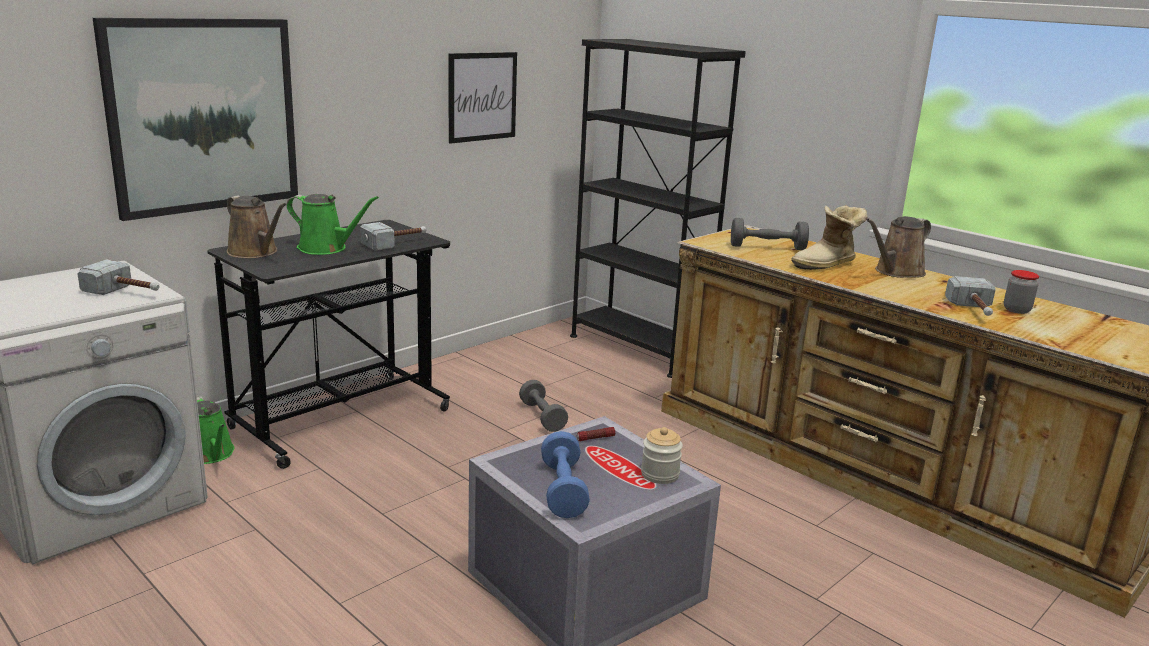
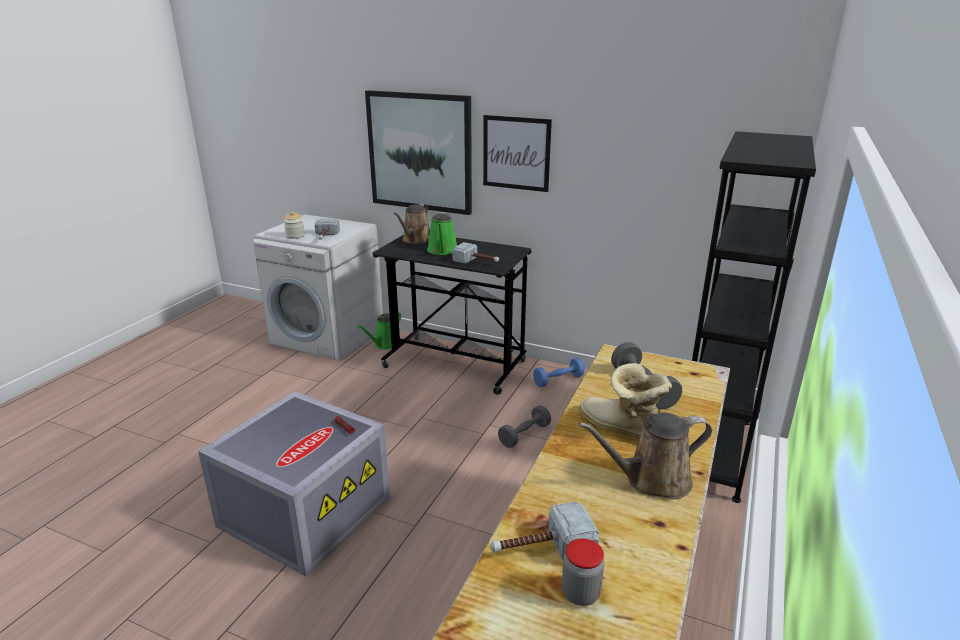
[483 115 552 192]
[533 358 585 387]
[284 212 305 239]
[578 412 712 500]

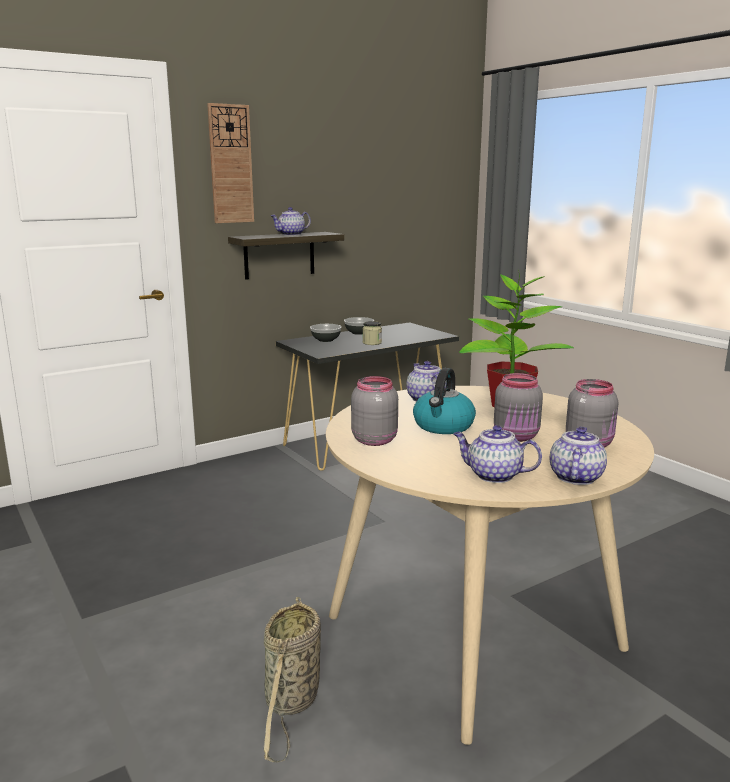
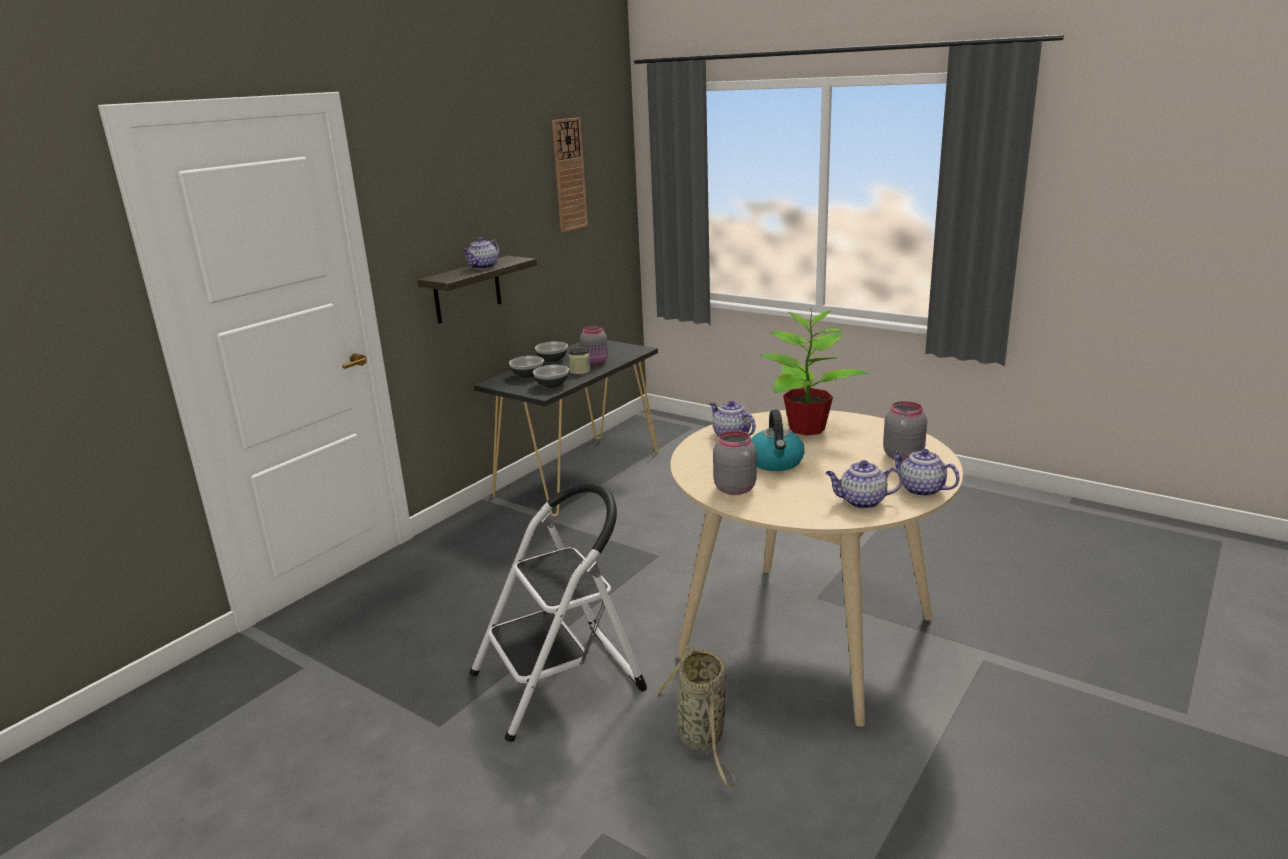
[469 483 647 742]
[533 365 569 388]
[552 117 588 232]
[580 326 608 365]
[891 449 960 497]

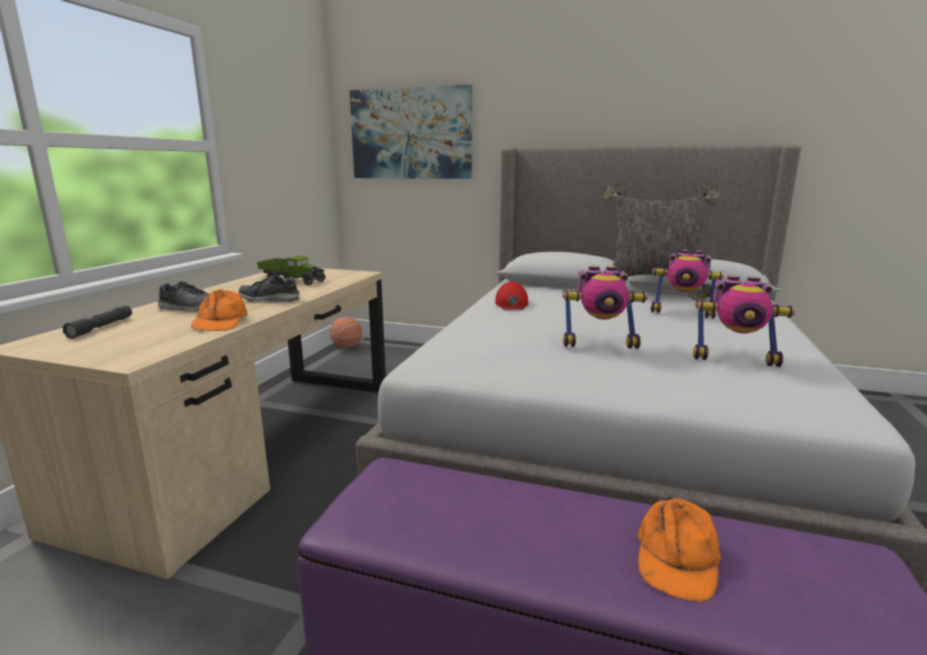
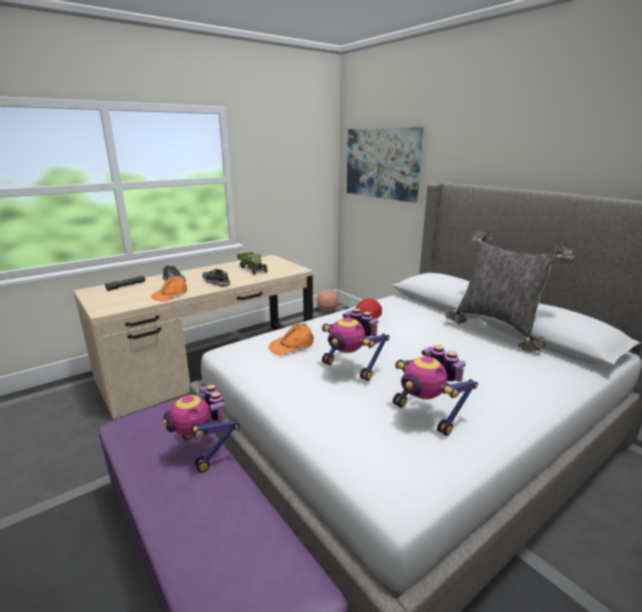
[269 324 314 355]
[163 384 240 472]

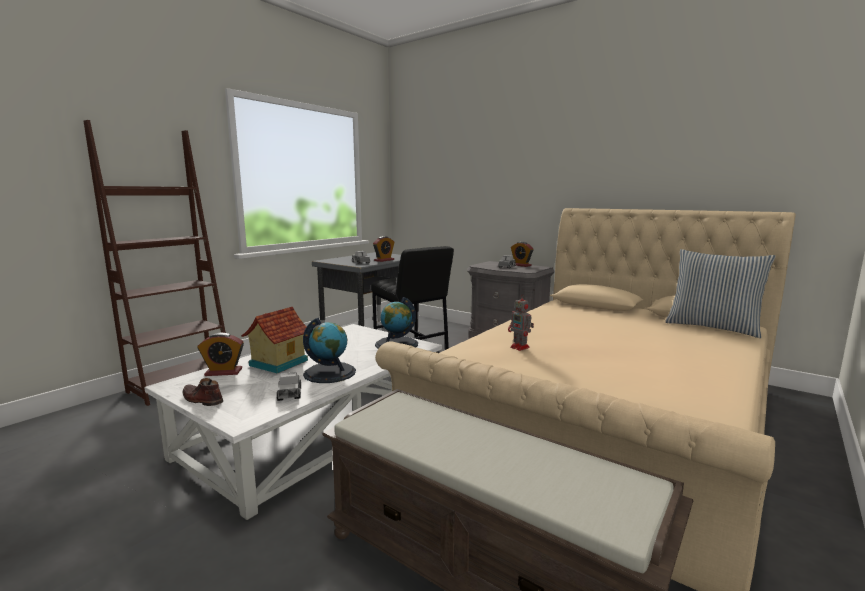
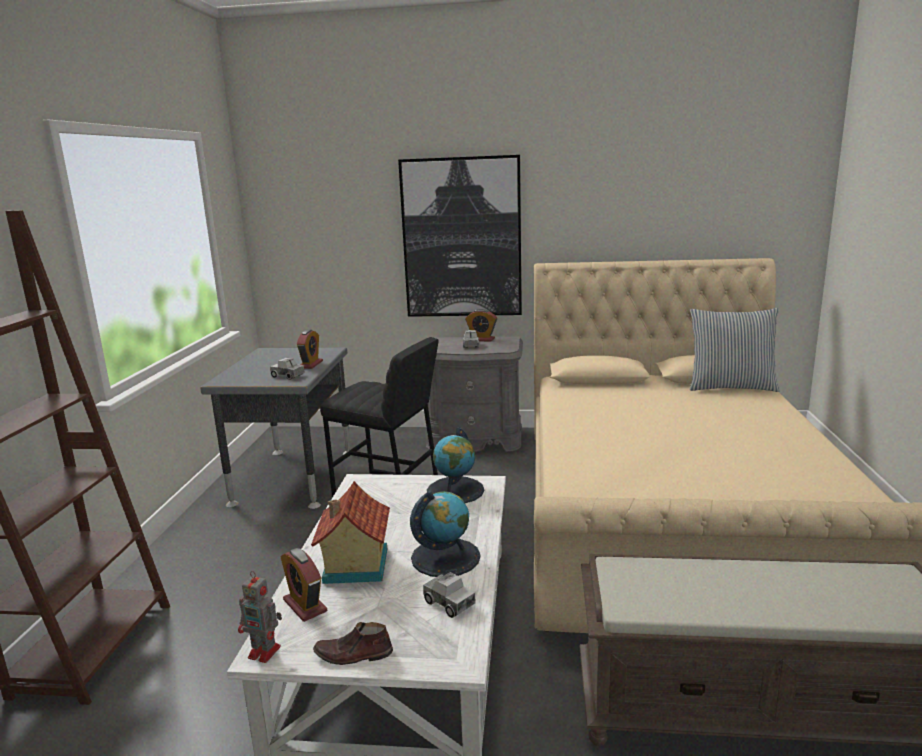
[398 155 522 317]
[238 571 282 663]
[281 548 327 622]

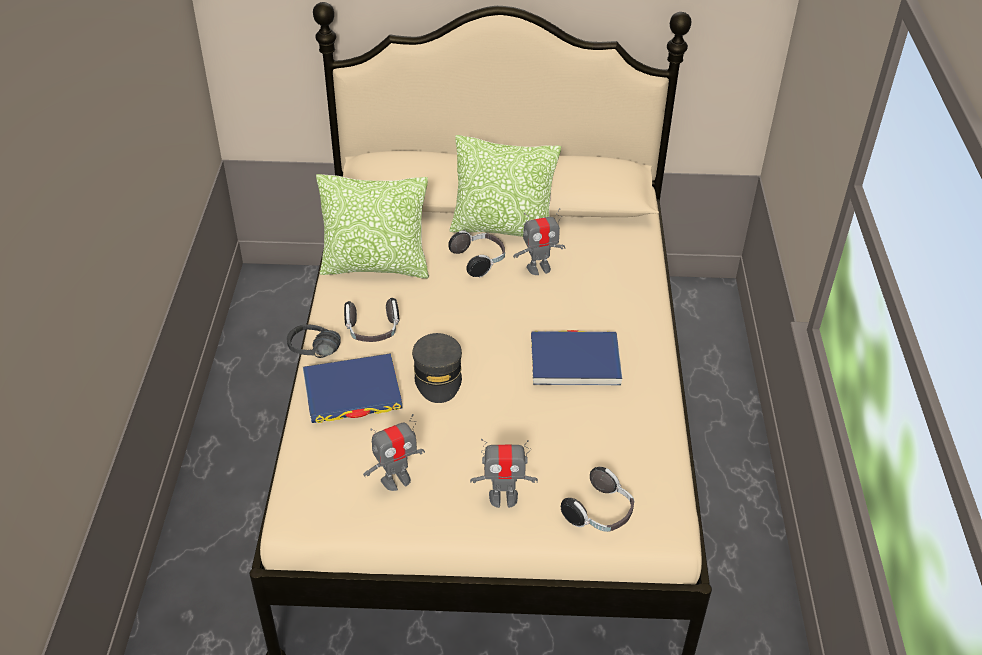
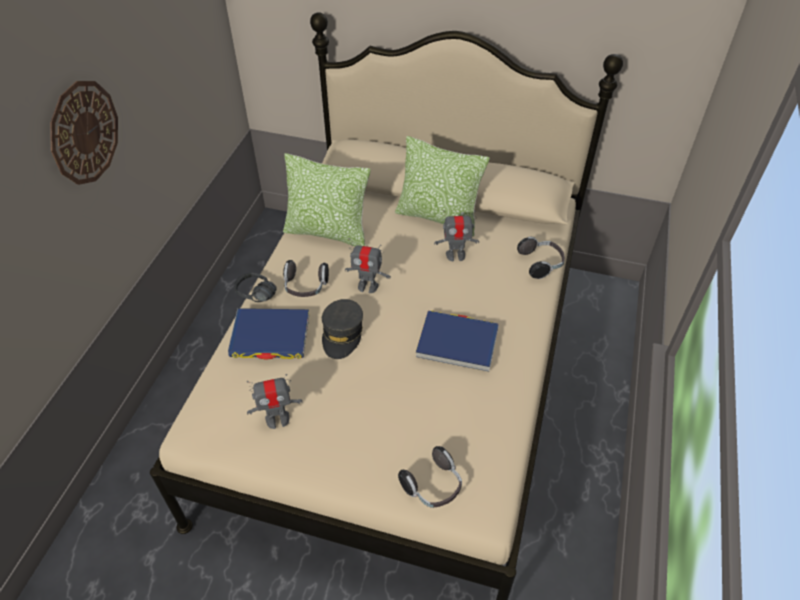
[50 81 118 185]
[517 237 565 279]
[345 238 391 293]

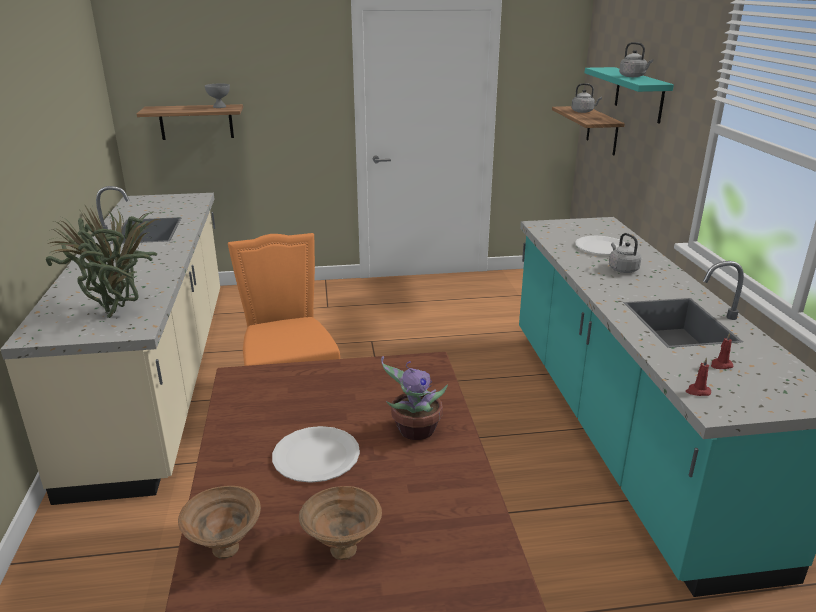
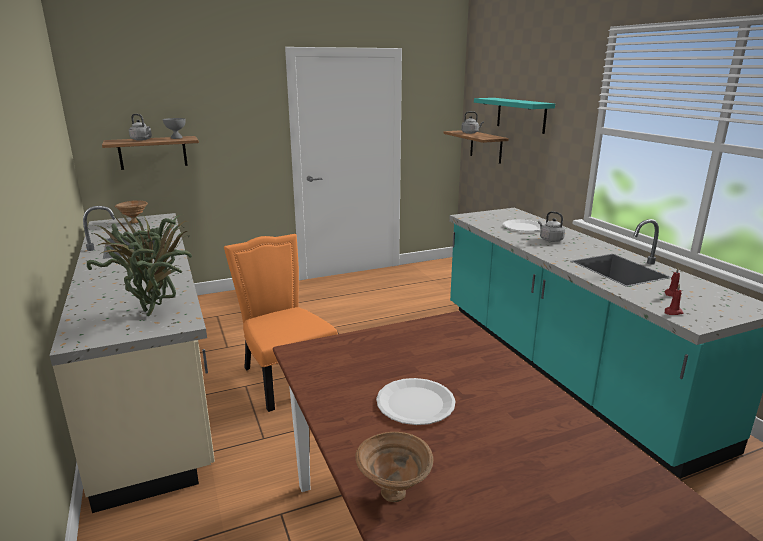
[381 356 448 440] (first image)
[115 200 148 224]
[129 114 152 141]

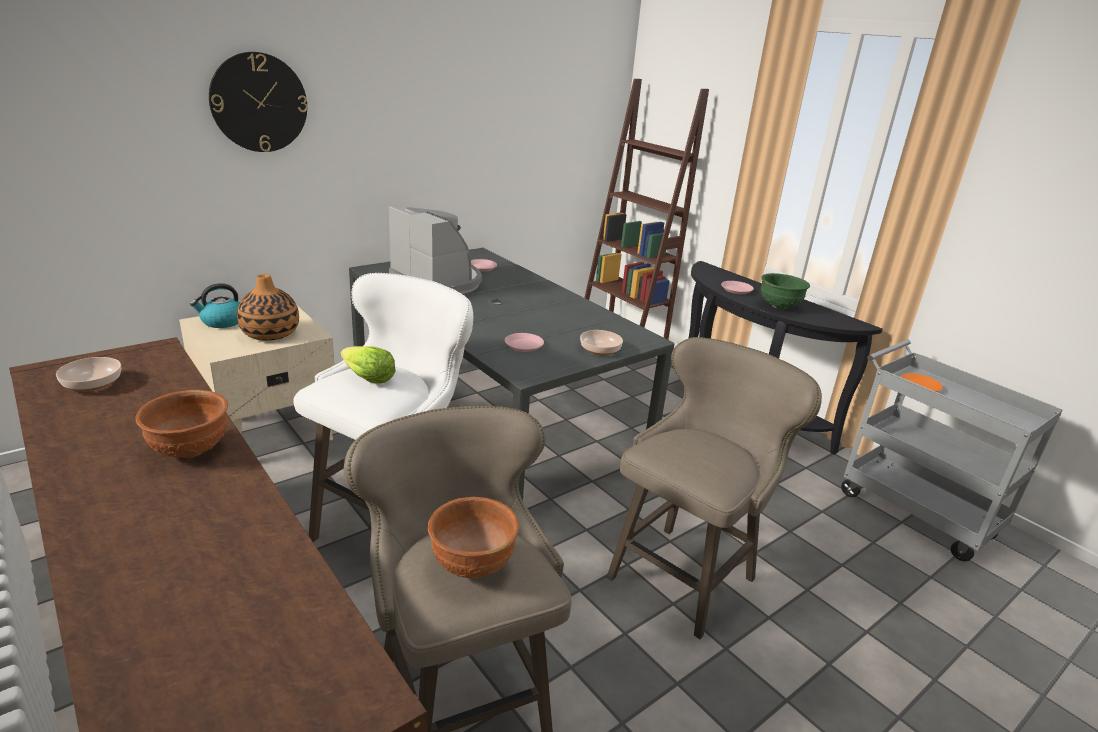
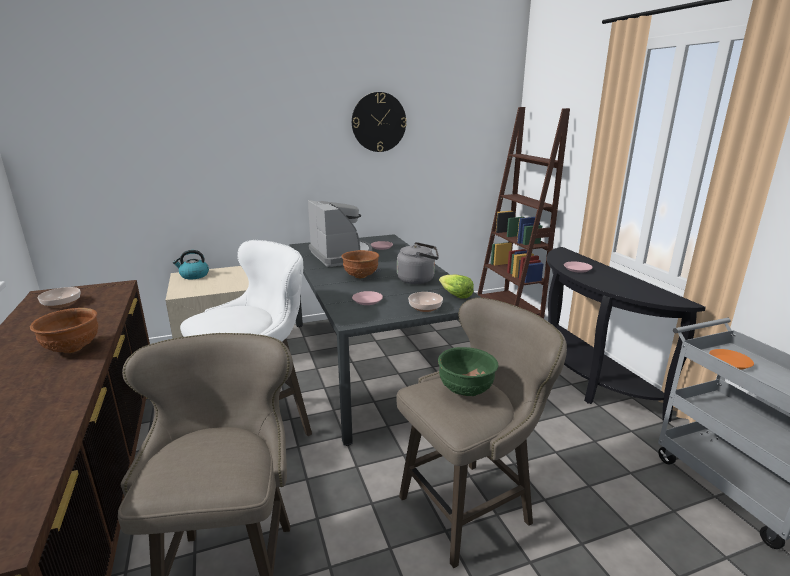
[237 274 299 341] (first image)
[397 242 439 284]
[352 92 407 152]
[439 275 474 298]
[341 250 379 278]
[438 347 498 396]

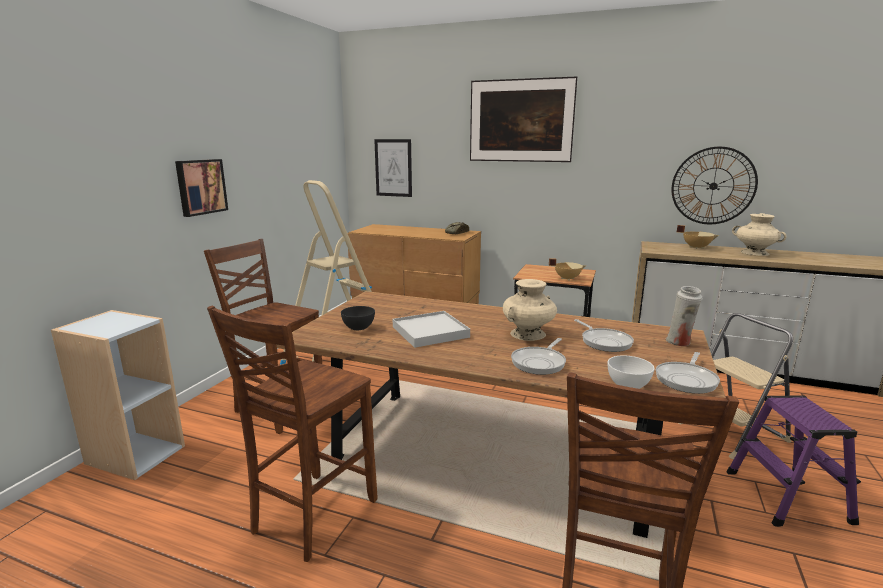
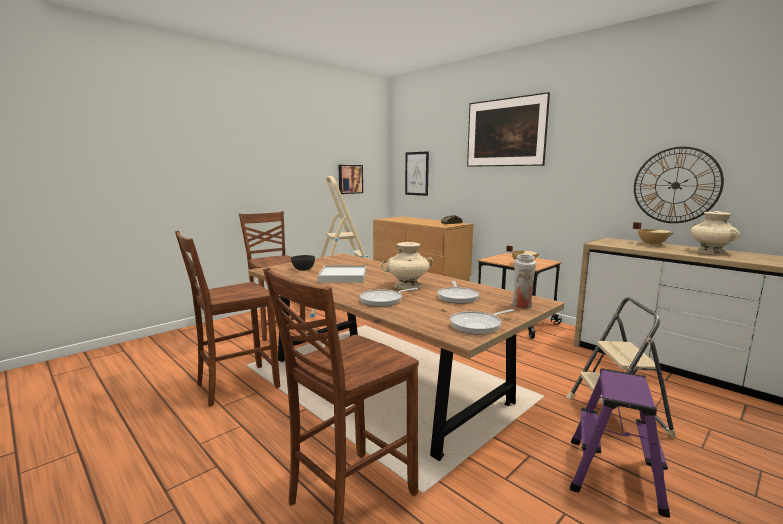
[51 310 185 480] (first image)
[608 356 655 389] (first image)
[338 165 363 194]

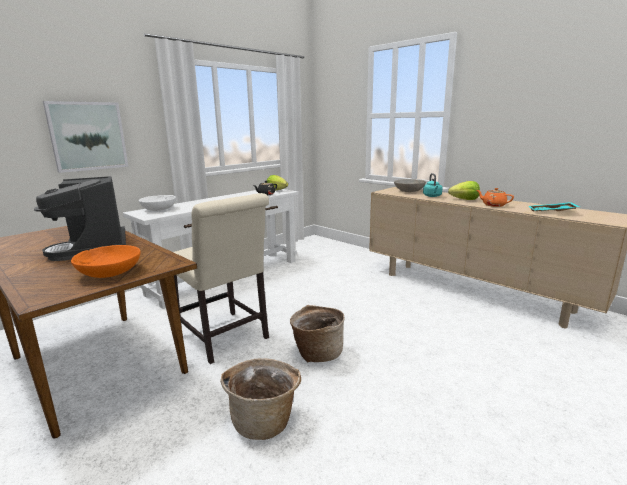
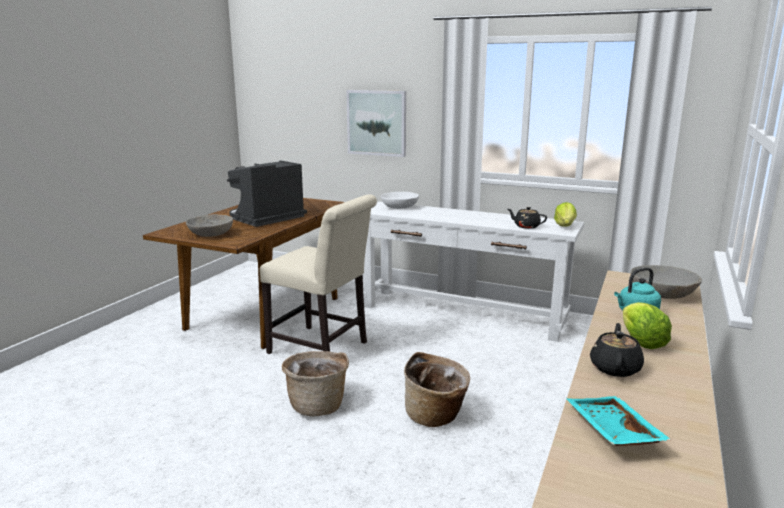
[404 352 470 427]
[186 214 233 237]
[590 323 644 377]
[260 194 377 354]

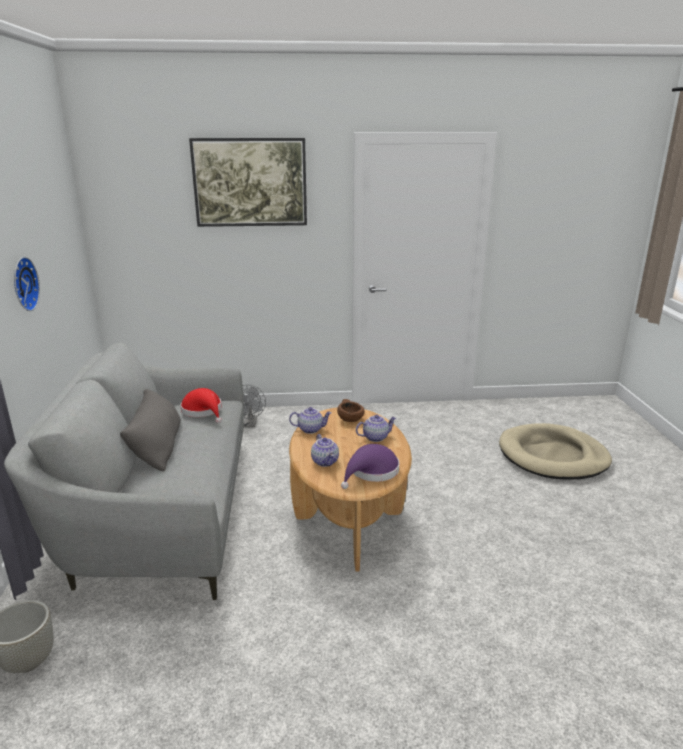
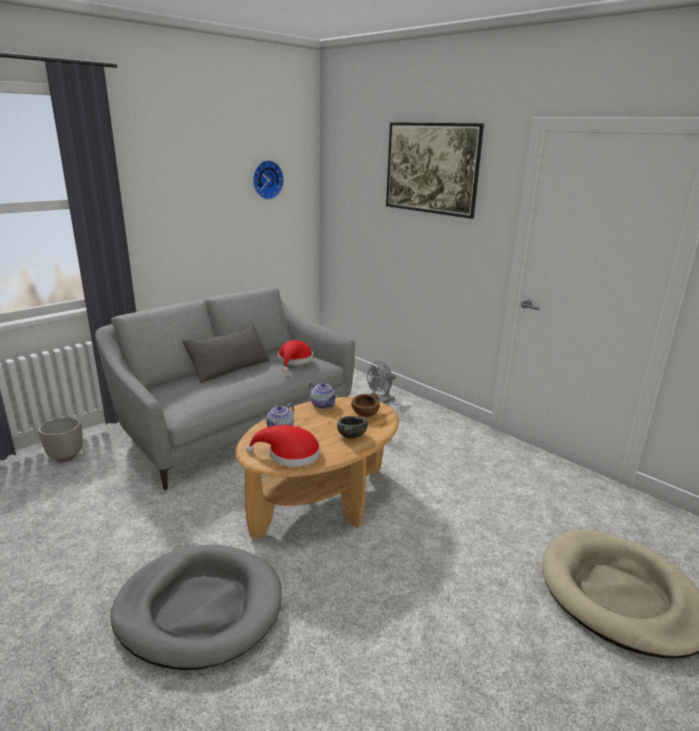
[110 545 282 670]
[253 160 284 200]
[337 416 368 439]
[246 425 320 467]

